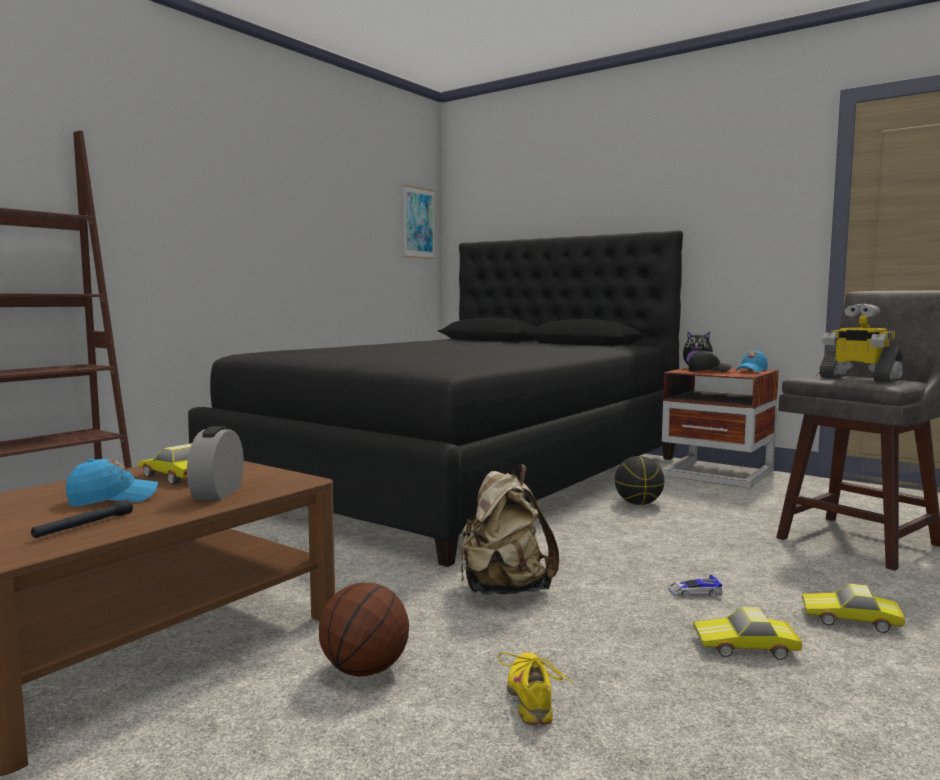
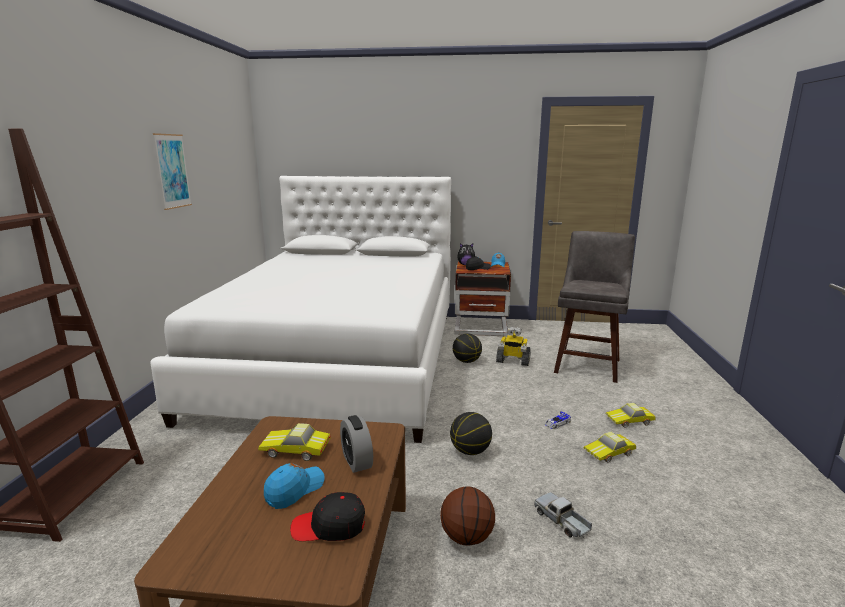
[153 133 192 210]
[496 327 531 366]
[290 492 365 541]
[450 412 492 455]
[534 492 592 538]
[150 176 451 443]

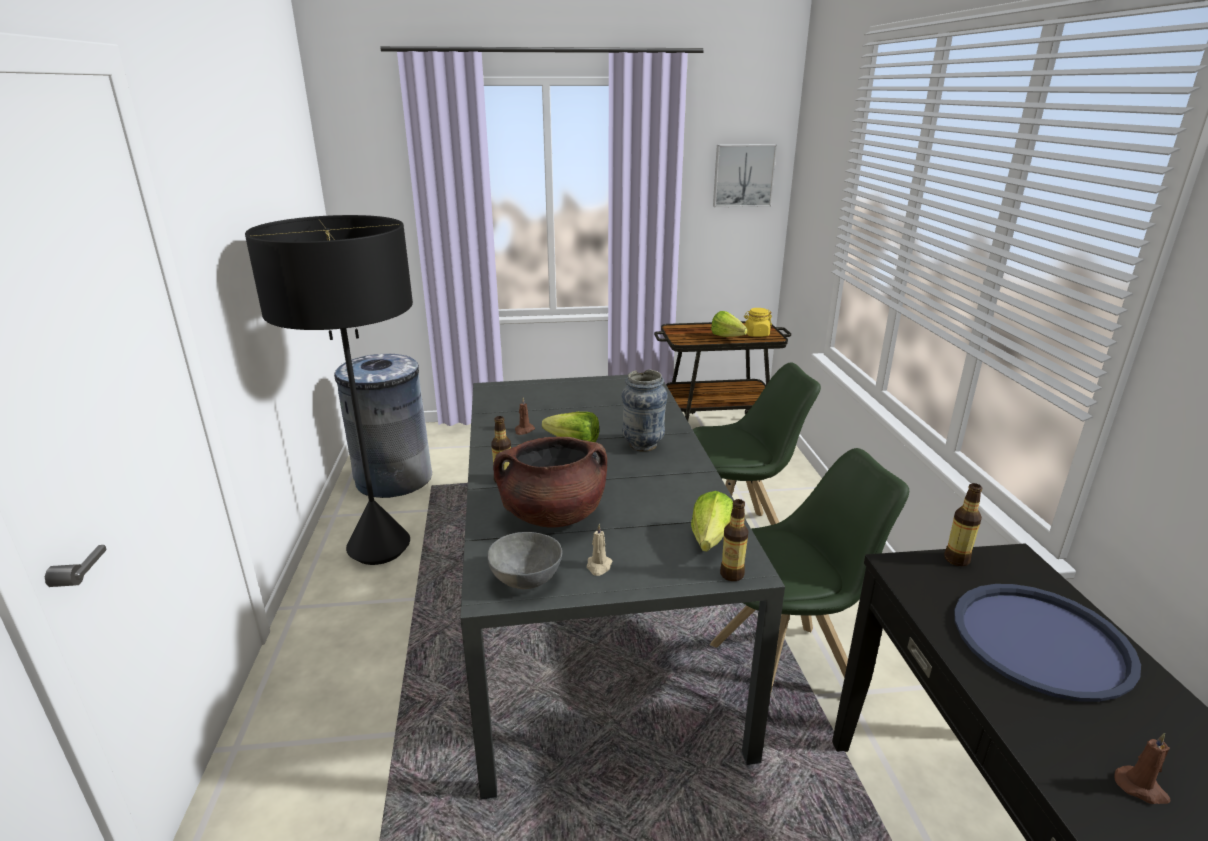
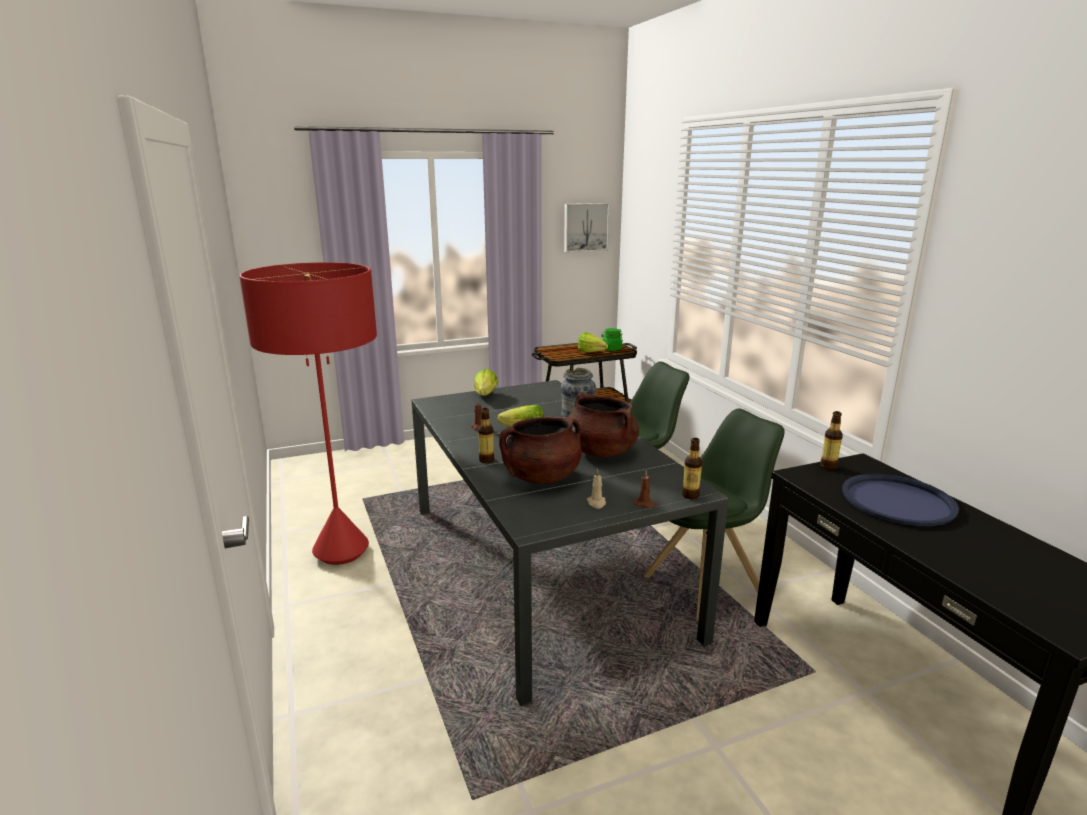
[334 354 432 498] (first image)
[487 532 562 589] (first image)
[568 392 639 457]
[474 369 498 396]
[633 470 657 508]
[239 262 377 565]
[601 328 623 351]

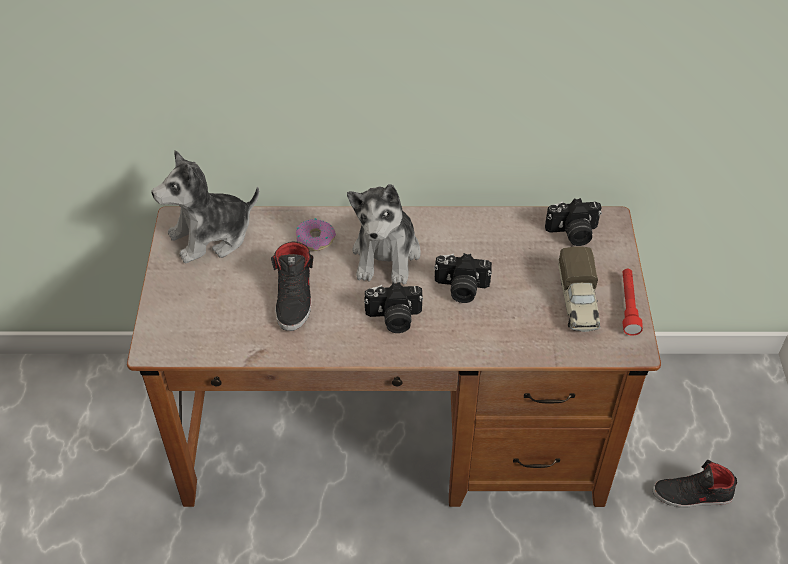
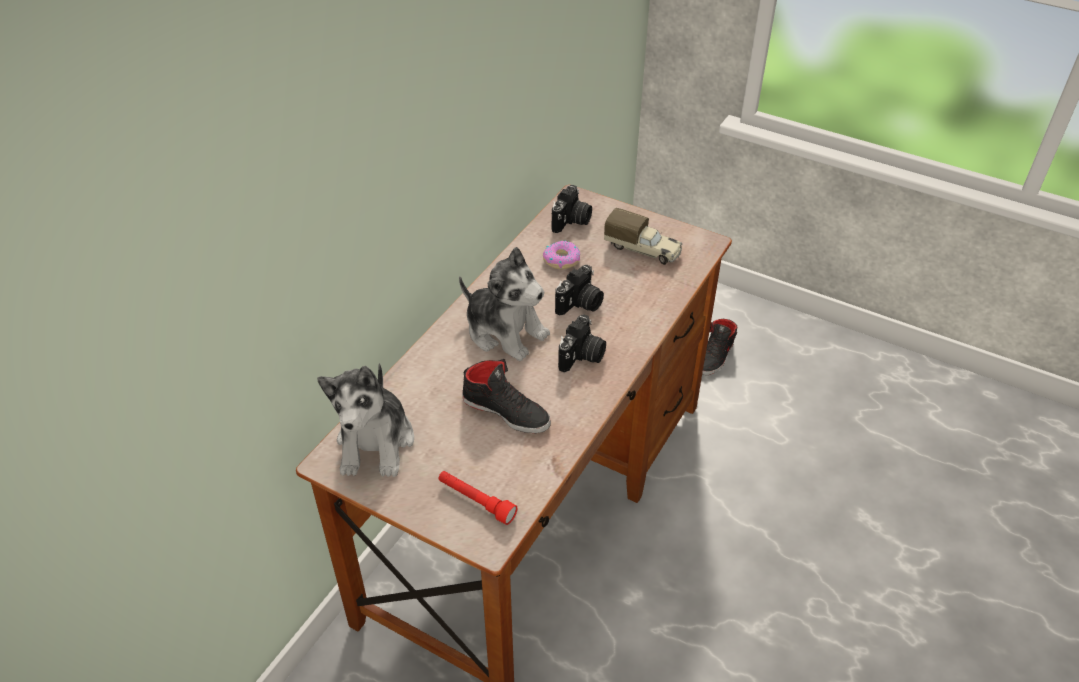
[543 241 580 269]
[438 471 518 525]

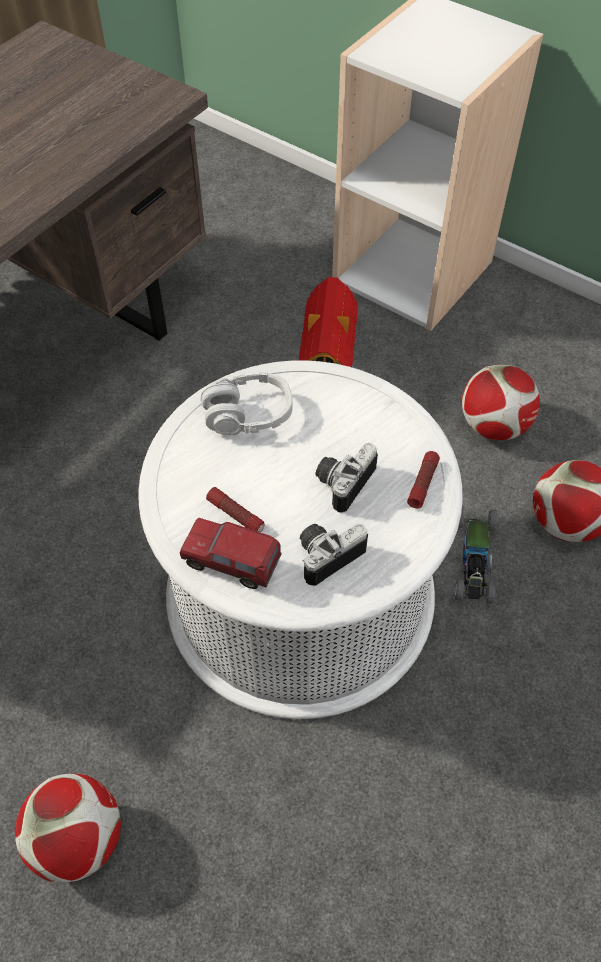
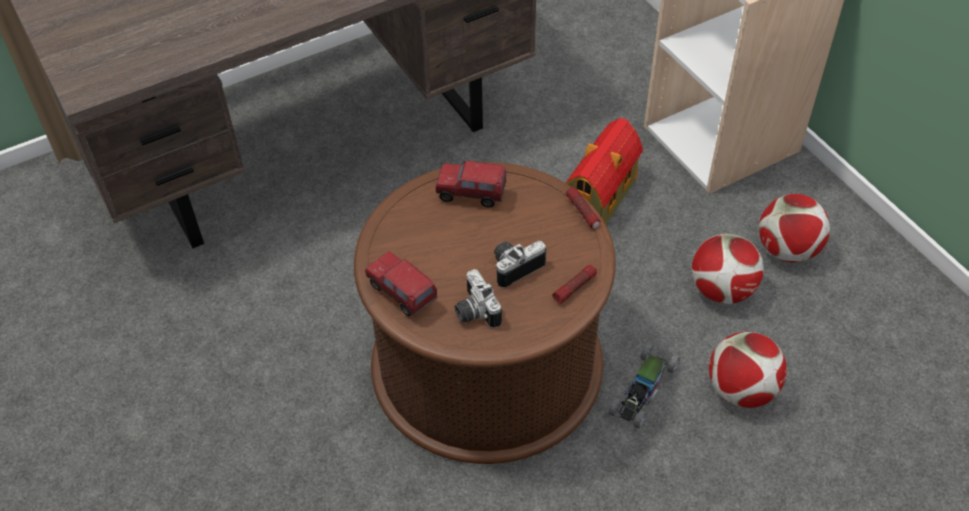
[759 194 830 262]
[566 187 601 228]
[436 161 507 207]
[354 162 616 464]
[455 269 502 329]

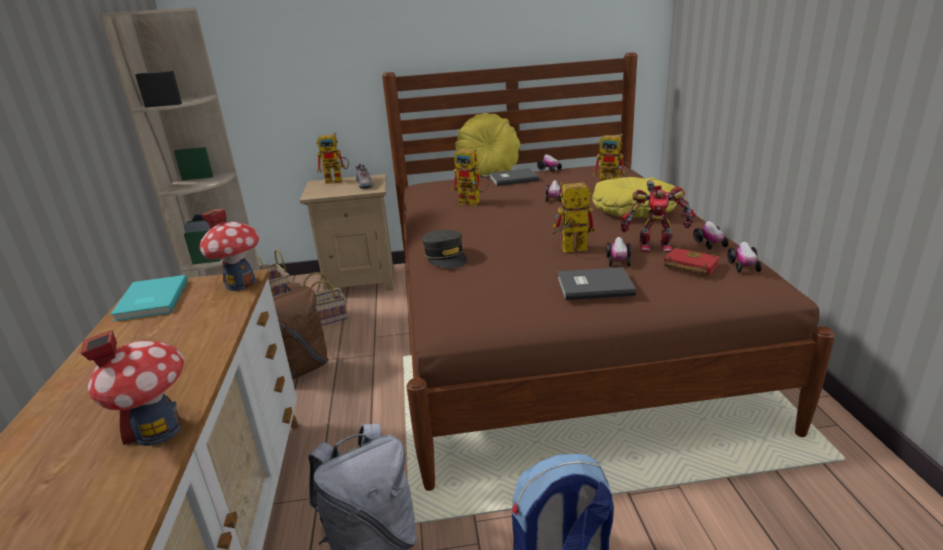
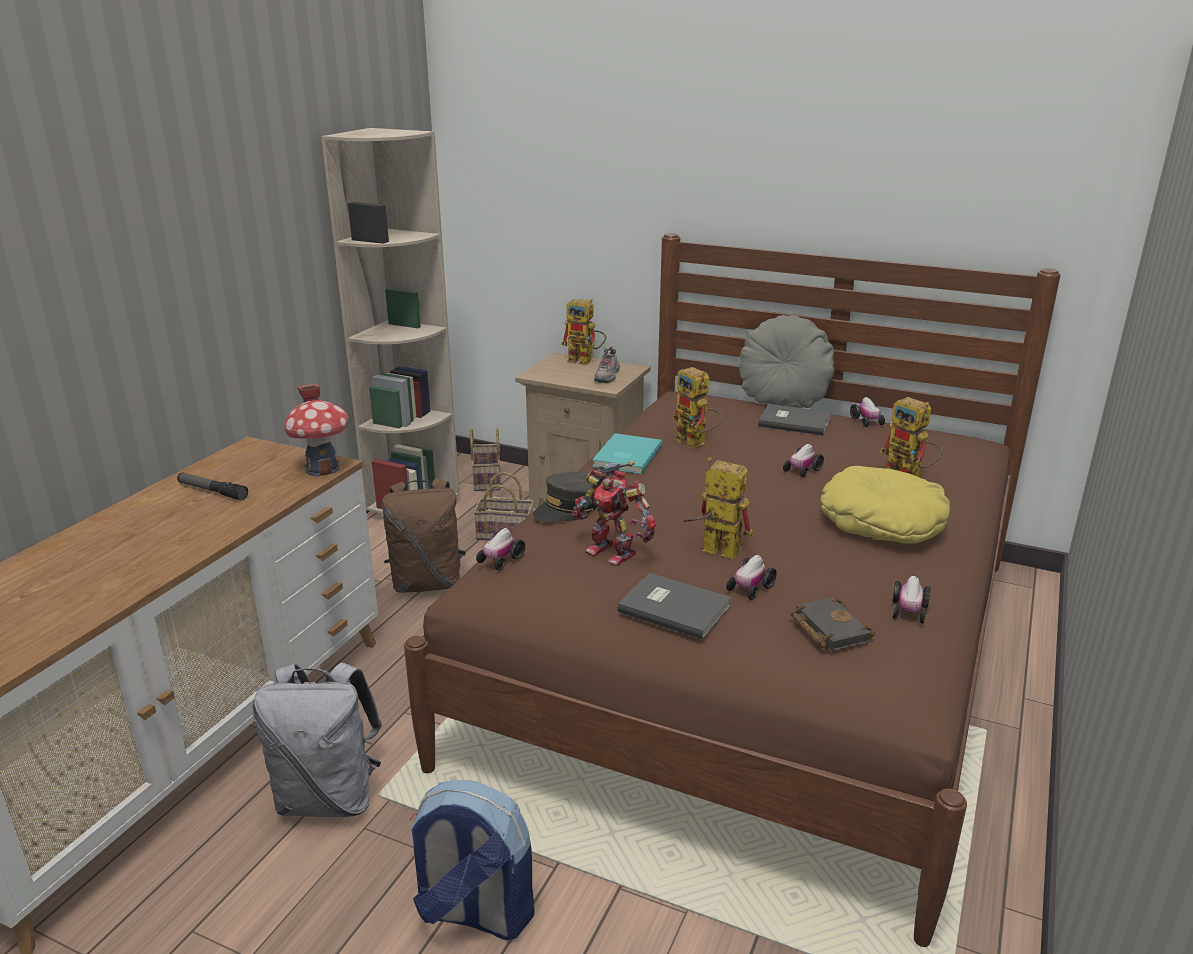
[80 330 184 446] (first image)
[177 473 248 500]
[592 433 663 474]
[572 461 657 566]
[476 528 525 570]
[739 315 834 408]
[790 597 875 651]
[533 471 597 522]

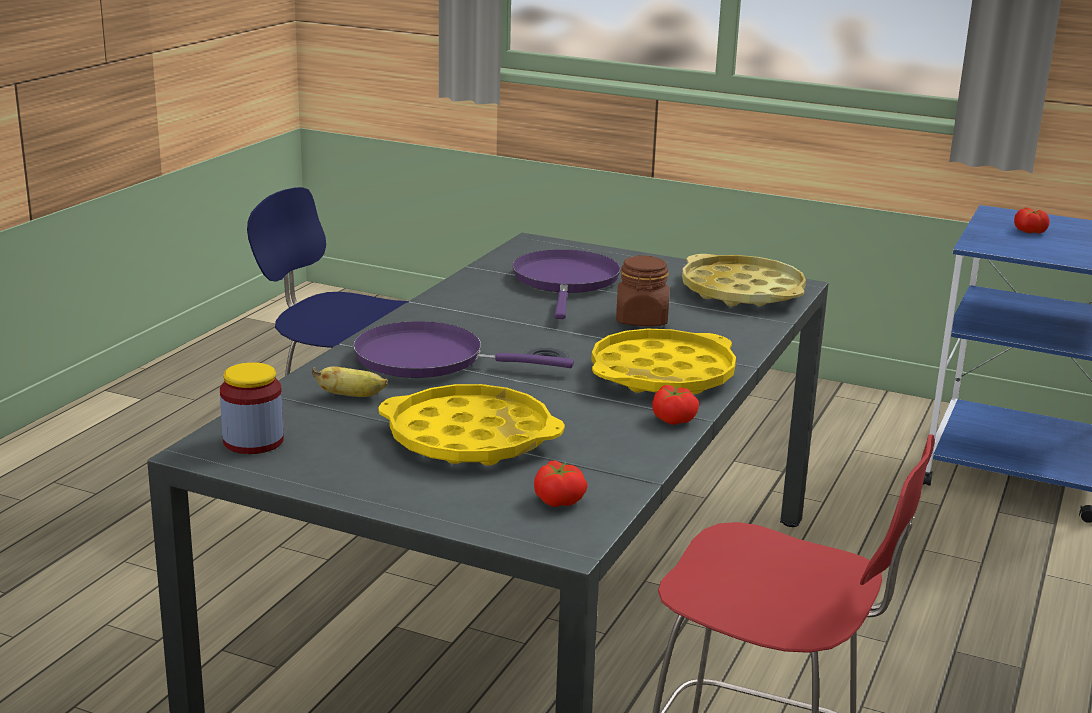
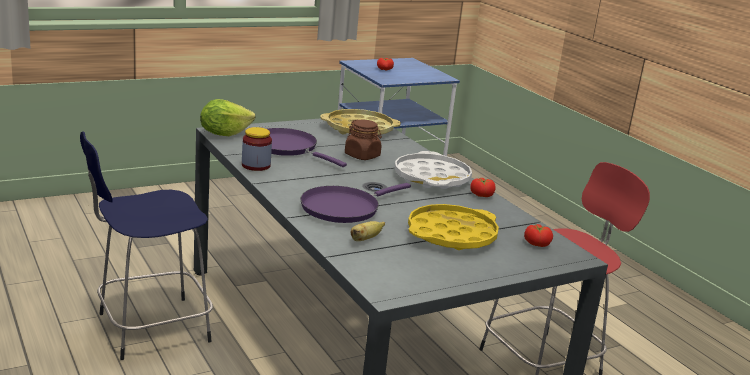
[200 99 255 136]
[242 127 272 171]
[395 151 472 189]

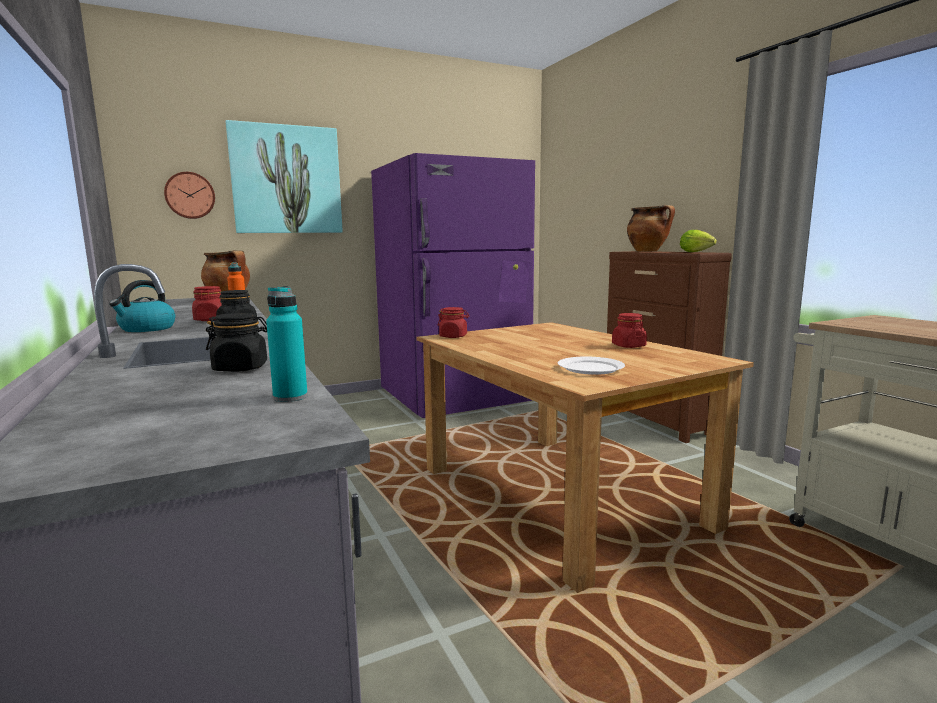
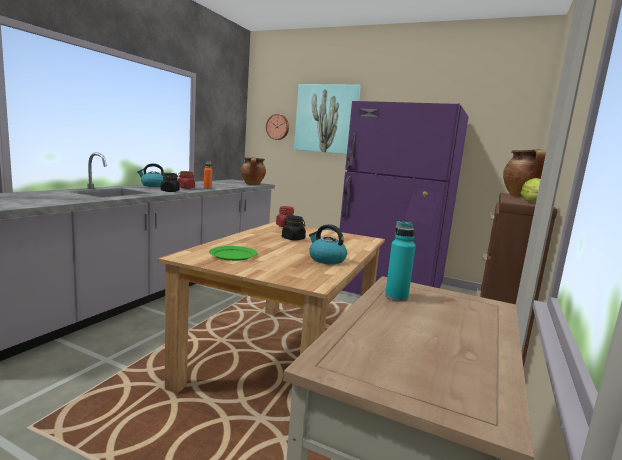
[282 216 306 241]
[385 221 416 302]
[309 224 347 264]
[209 246 257 261]

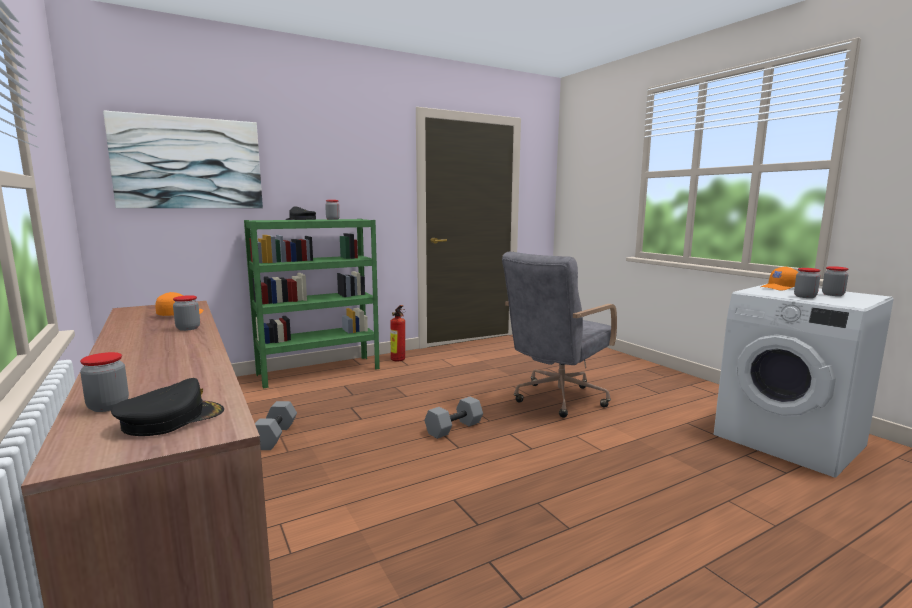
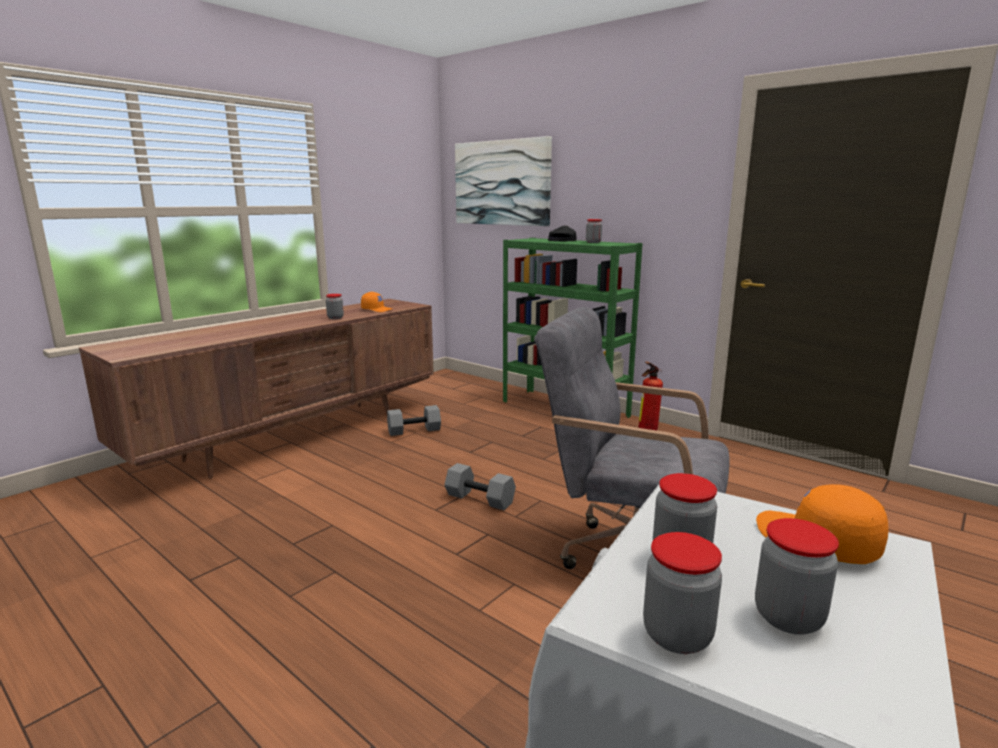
[111 378 224 436] (first image)
[643 532 722 654]

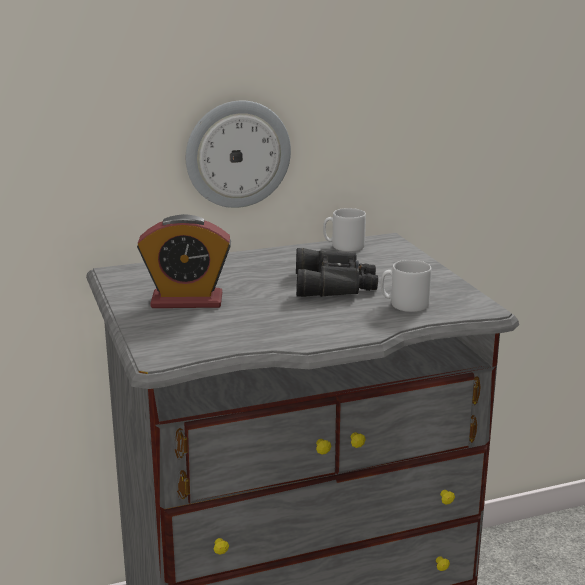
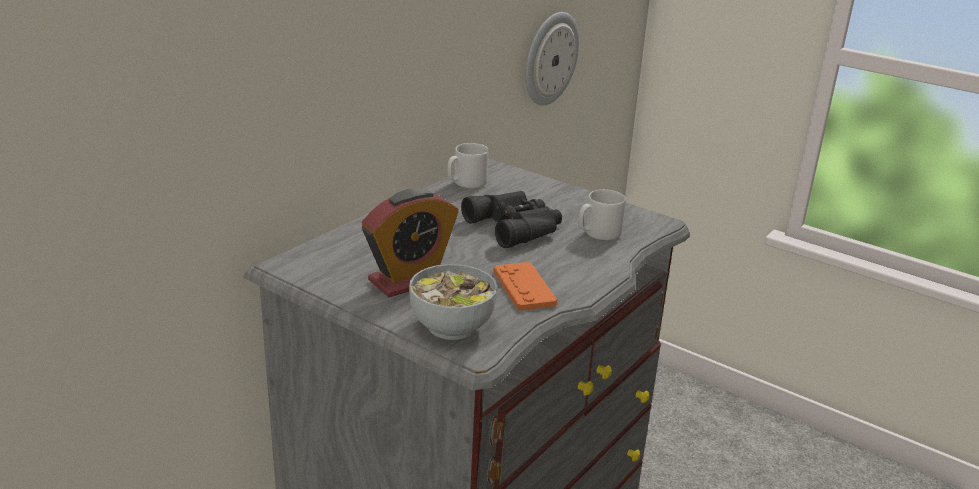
[409 264 497 340]
[493 262 557 311]
[526 12 579 105]

